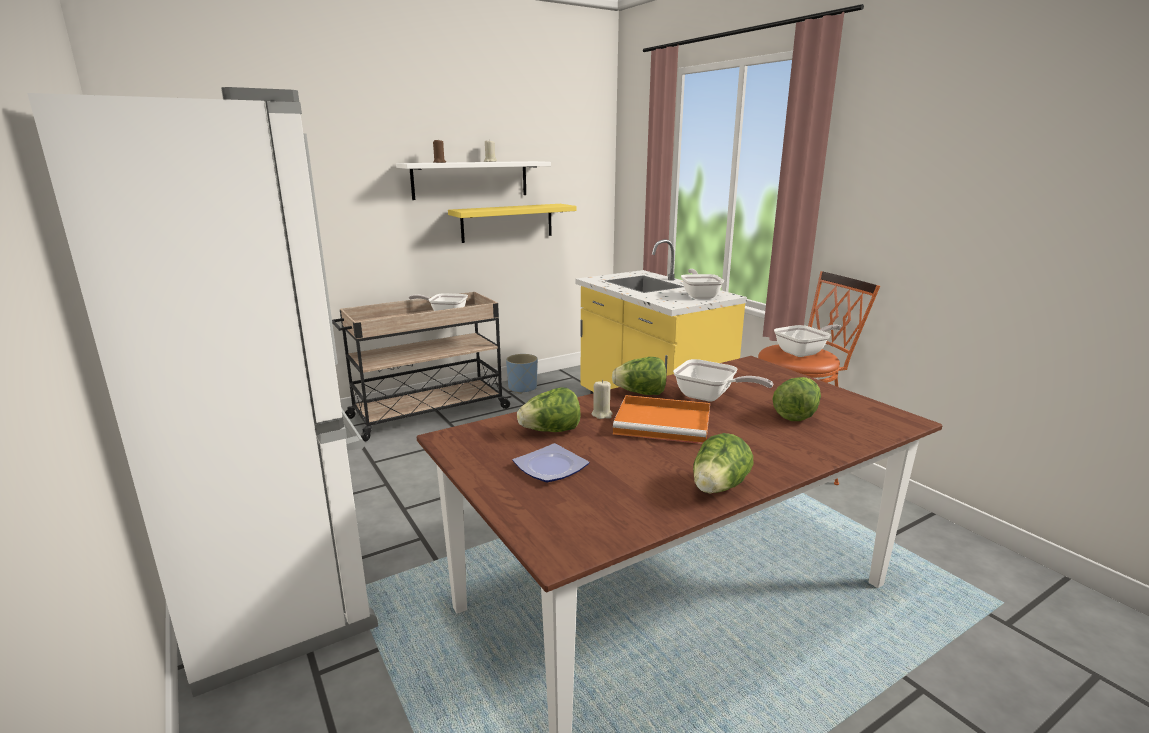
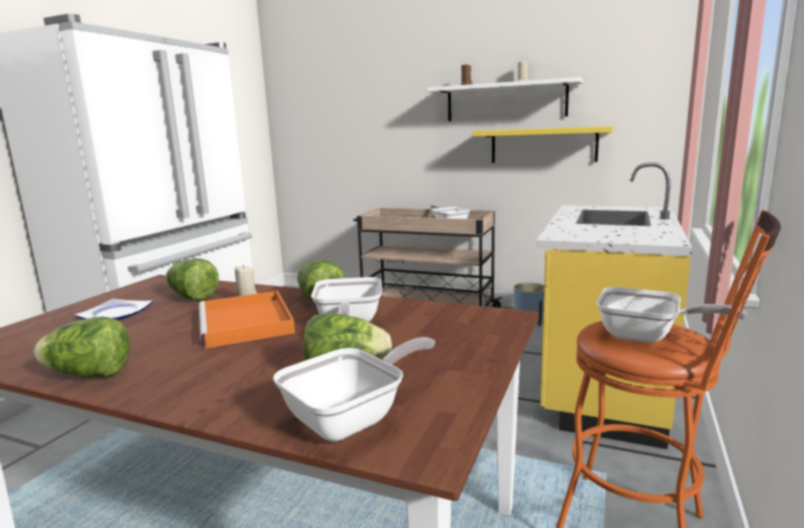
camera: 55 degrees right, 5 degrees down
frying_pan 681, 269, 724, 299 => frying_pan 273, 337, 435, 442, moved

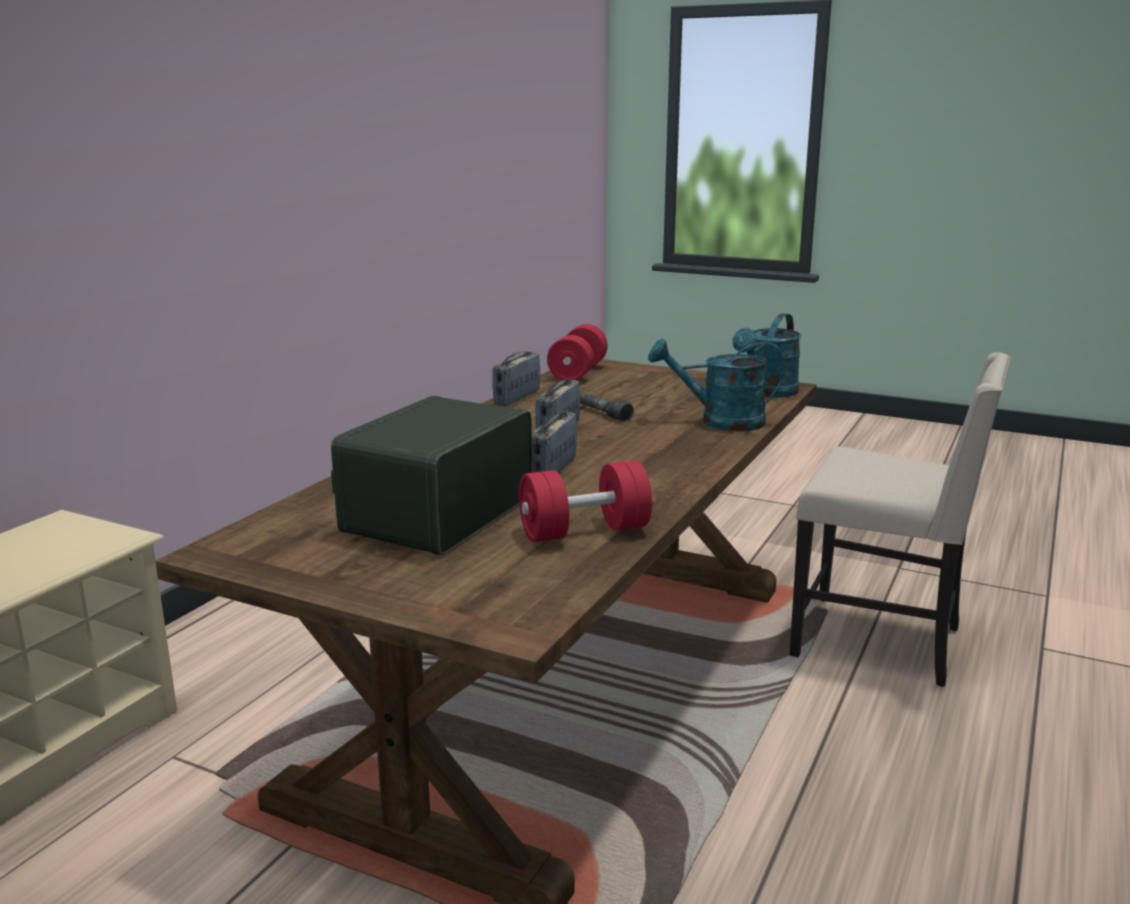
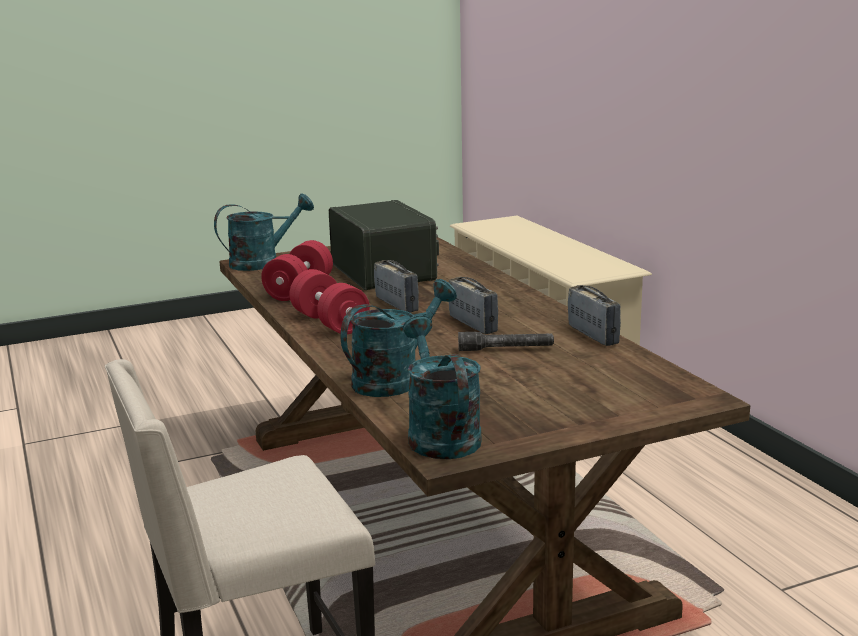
camera: 130 degrees right, 0 degrees up
red_dumbbell 547, 324, 608, 380 => red_dumbbell 290, 269, 370, 334, moved
nothing => turquoise_watering_can 214, 194, 314, 271

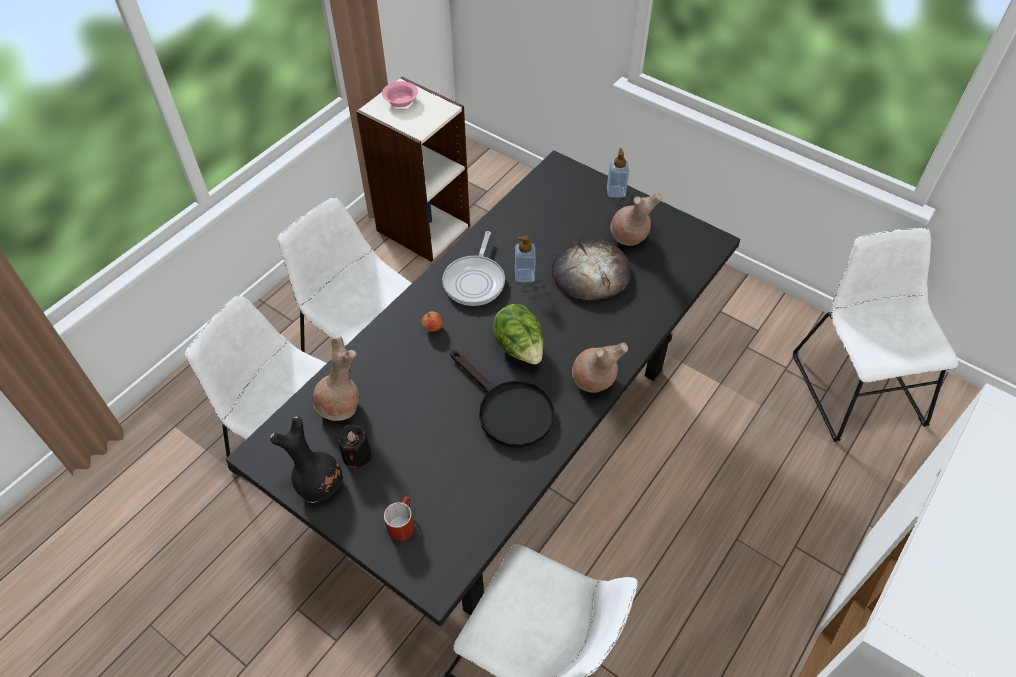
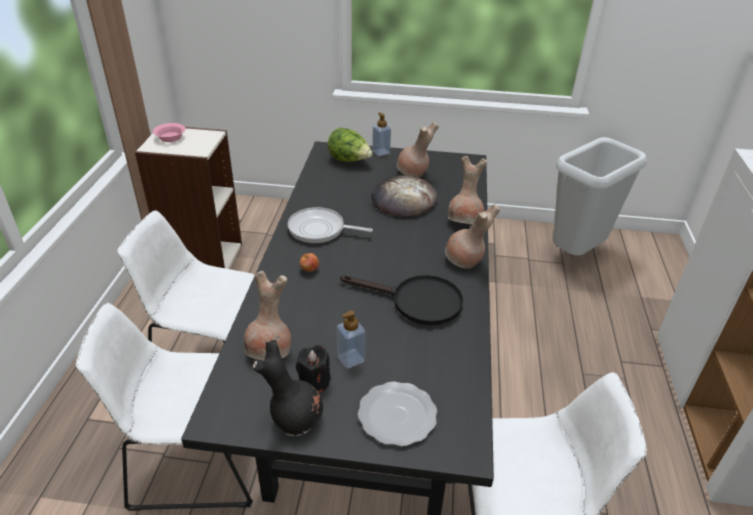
camera: 30 degrees left, 15 degrees down
white_chair 793, 228, 958, 442 => grey_trash_can 553, 137, 647, 255
frying_pan 442, 231, 505, 306 => frying_pan 288, 207, 373, 243, 120 degrees clockwise
soap_dispenser 515, 236, 536, 282 => soap_dispenser 337, 311, 366, 368, moved
lettuce 493, 304, 544, 364 => lettuce 327, 128, 373, 162, moved
red_mug 384, 496, 414, 541 => plate 358, 381, 437, 446
nothing => brown_vase 448, 156, 487, 224

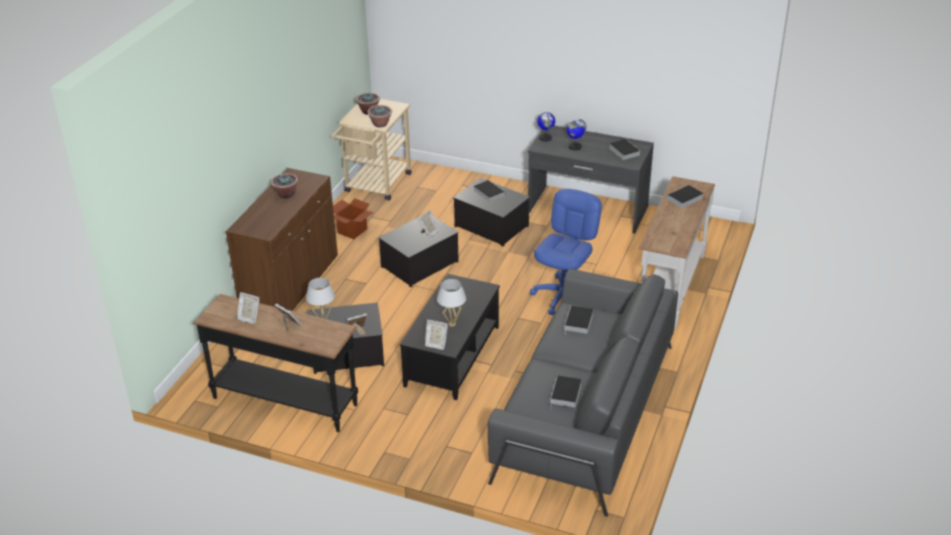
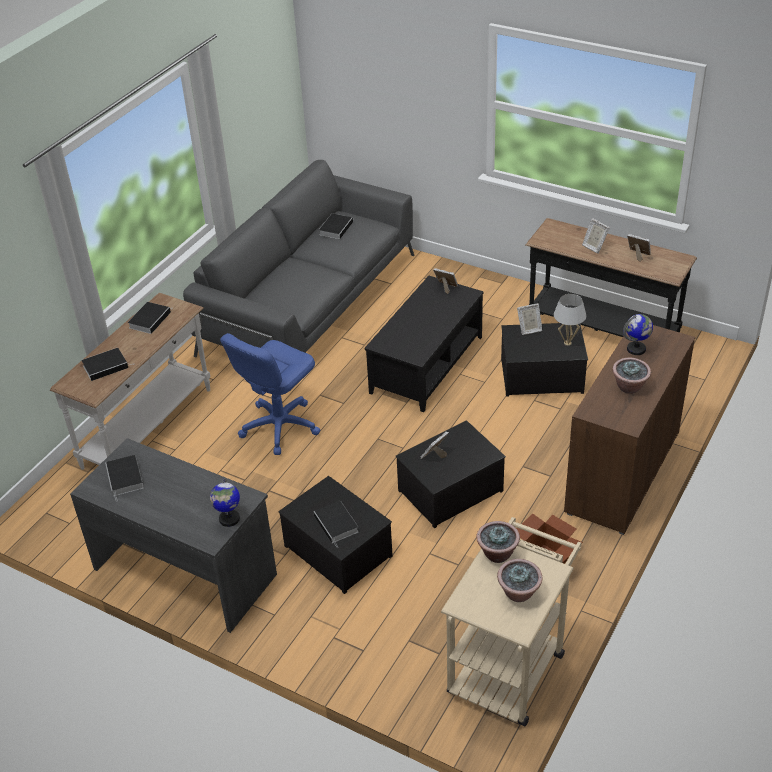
camera: 170 degrees left, 5 degrees up
globe 567, 119, 586, 150 => globe 623, 314, 653, 355, moved
white_table_lamp 437, 279, 466, 327 => nothing
book 564, 306, 594, 334 => book 128, 302, 171, 334, moved

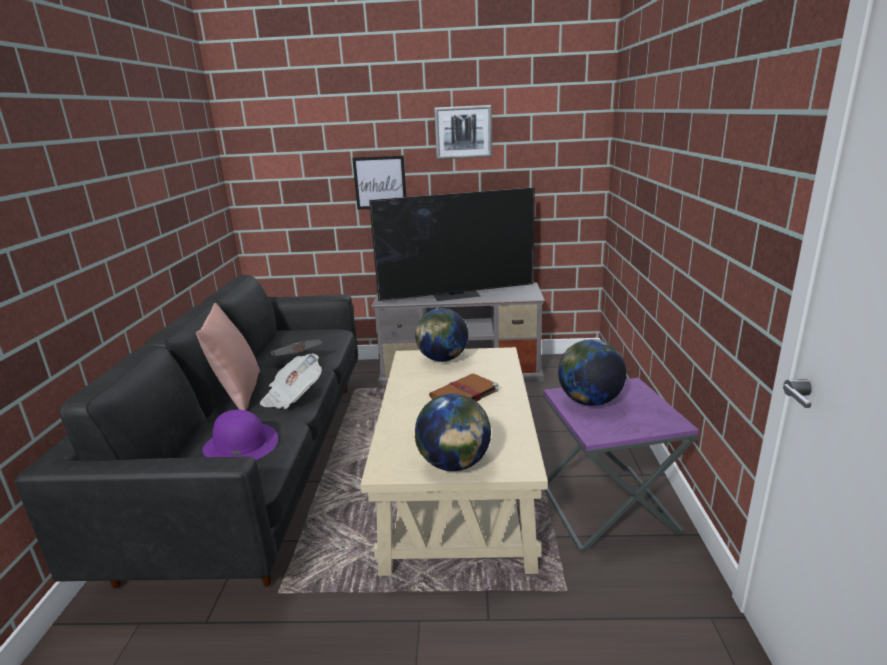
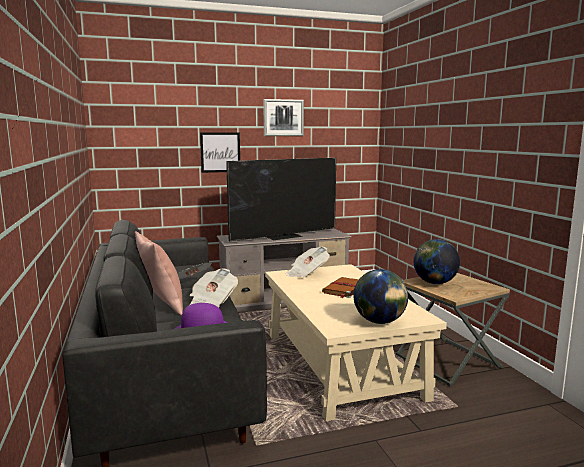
camera: 20 degrees left, 10 degrees down
globe 415, 308, 468, 362 => newspaper 286, 247, 330, 277
purple_side_table 543, 378, 699, 552 => brown_side_table 396, 273, 510, 386

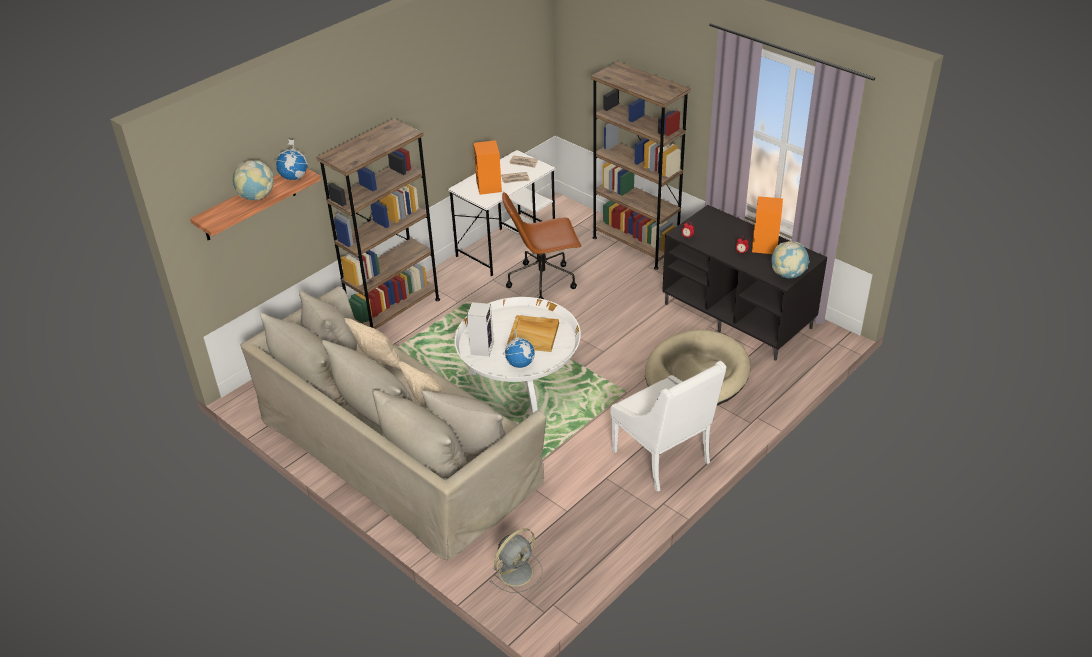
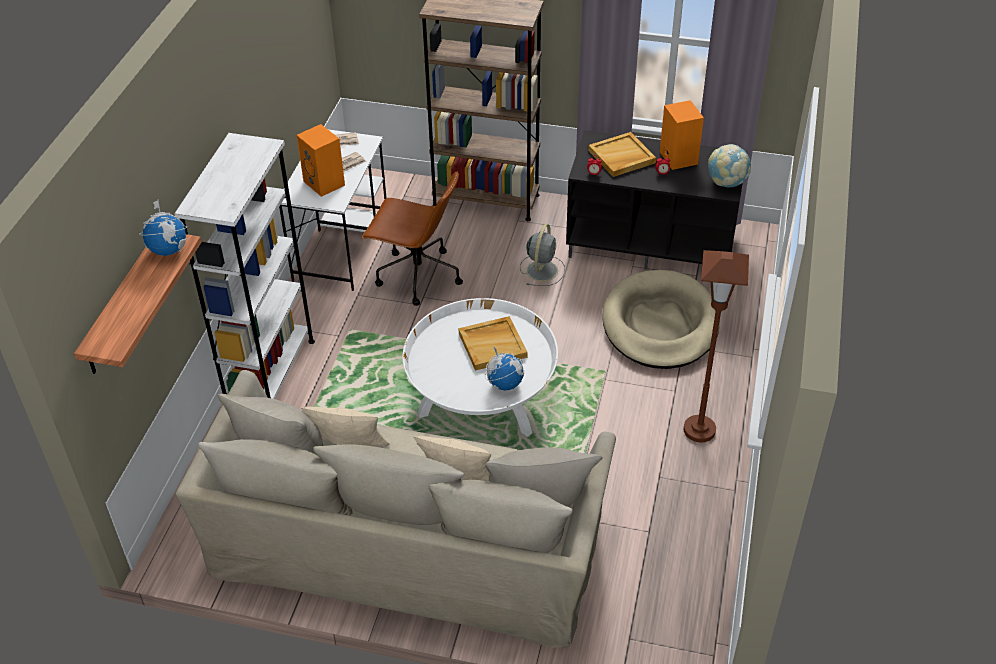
camera: 30 degrees left, 5 degrees up
brown_bookcase 316, 118, 440, 329 => white_bookcase 174, 133, 315, 399
globe 233, 160, 274, 200 => nothing
brown_office_chair 502, 192, 582, 299 => brown_office_chair 362, 171, 463, 306, 120 degrees counterclockwise
speaker 467, 302, 494, 357 => nothing
white_armchair 610, 361, 726, 492 => brown_floor_lamp 684, 250, 749, 442
grey_fan 490, 528, 543, 593 => grey_fan 520, 224, 565, 286, moved
nothing => beige_tray 588, 132, 656, 177

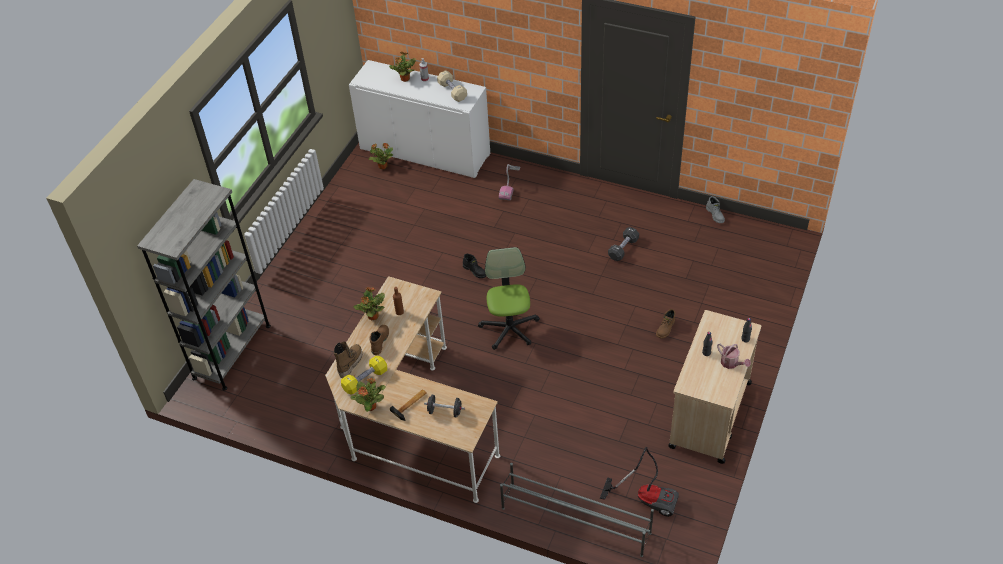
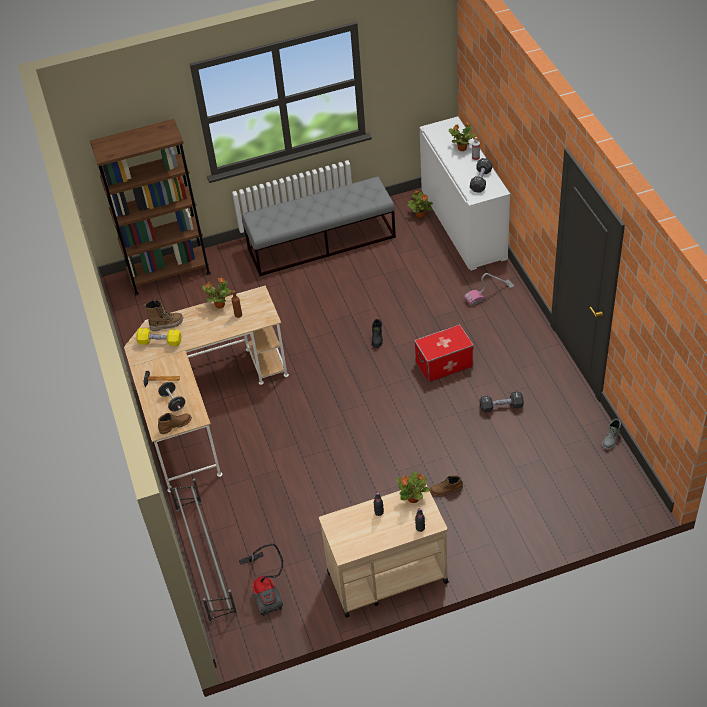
camera: 50 degrees right, 0 degrees up
beige_dumbbell 437, 70, 467, 102 => black_dumbbell 470, 158, 492, 193
grey_bookcase 137, 179, 271, 391 => brown_bookcase 90, 119, 211, 296
office_chair 478, 247, 540, 350 => nothing
brown_boot 369, 325, 389, 355 => brown_boot 158, 413, 192, 434, moved
watering_can 717, 344, 751, 369 => nothing
potted_plant 351, 378, 386, 412 => potted_plant 396, 471, 430, 503, moved
nothing => grey_bench 242, 177, 396, 276
nothing => storage_box 414, 324, 474, 382

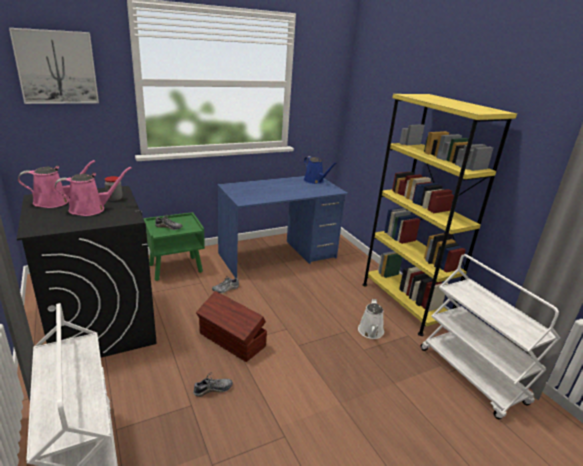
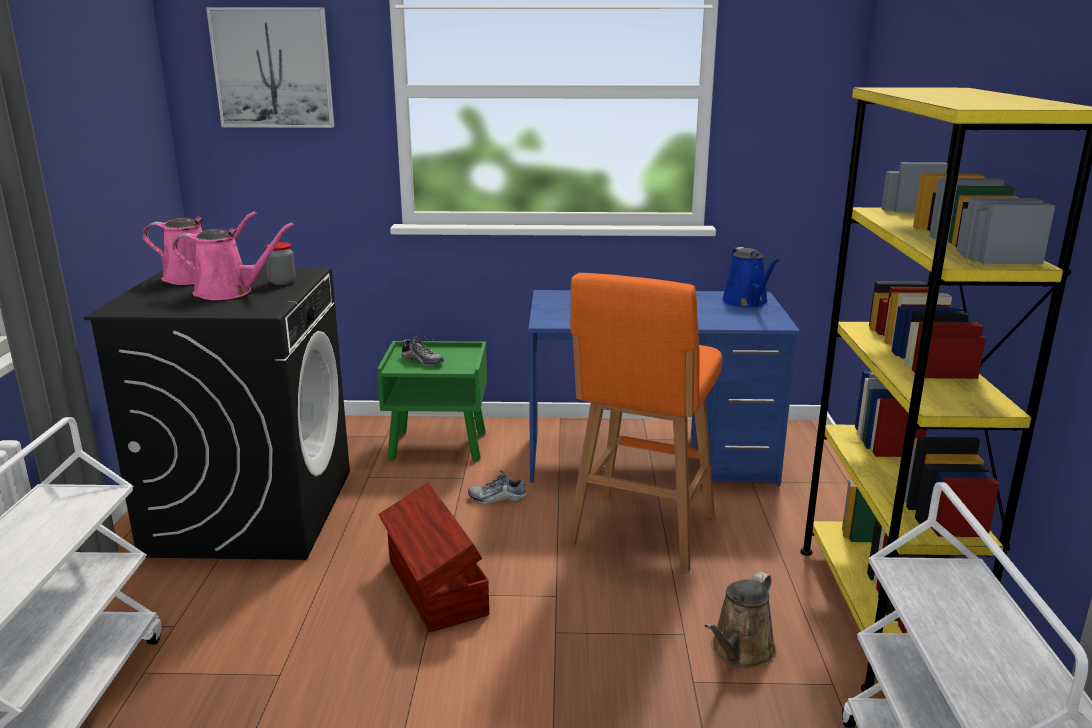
camera: 30 degrees right, 5 degrees down
white_watering_can 358, 299, 384, 339 => brown_watering_can 705, 572, 776, 668
shoe 193, 373, 233, 397 => nothing
nothing => orange_stool 567, 273, 722, 573

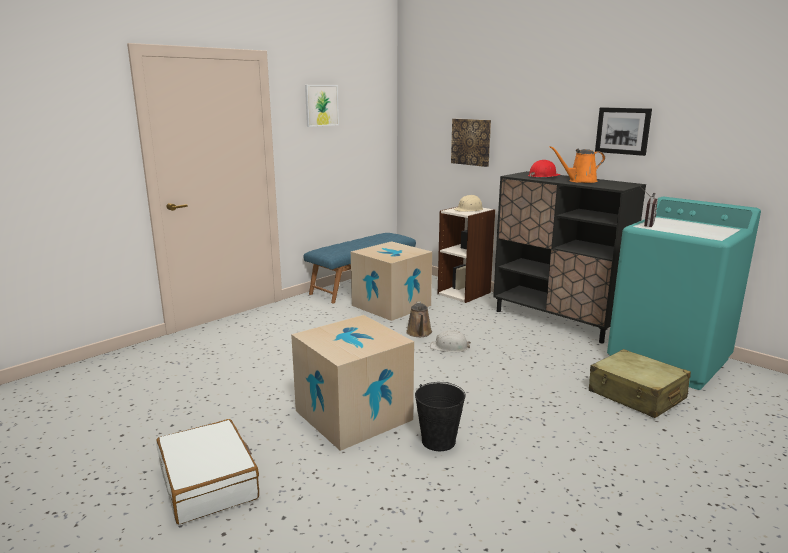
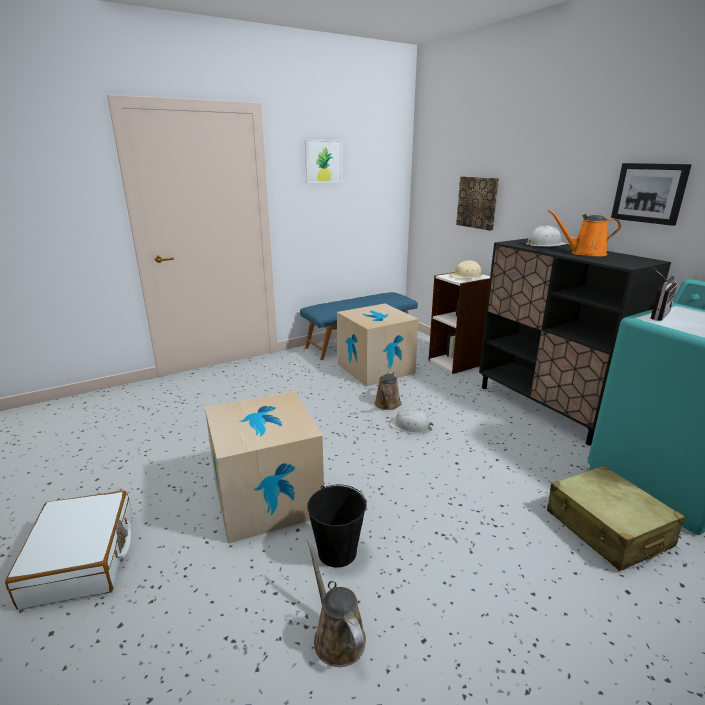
camera: 15 degrees right, 5 degrees up
red_hard_hat 528, 160, 561, 178 => white_hard_hat 526, 226, 567, 247
nothing => brown_watering_can 307, 539, 366, 667

